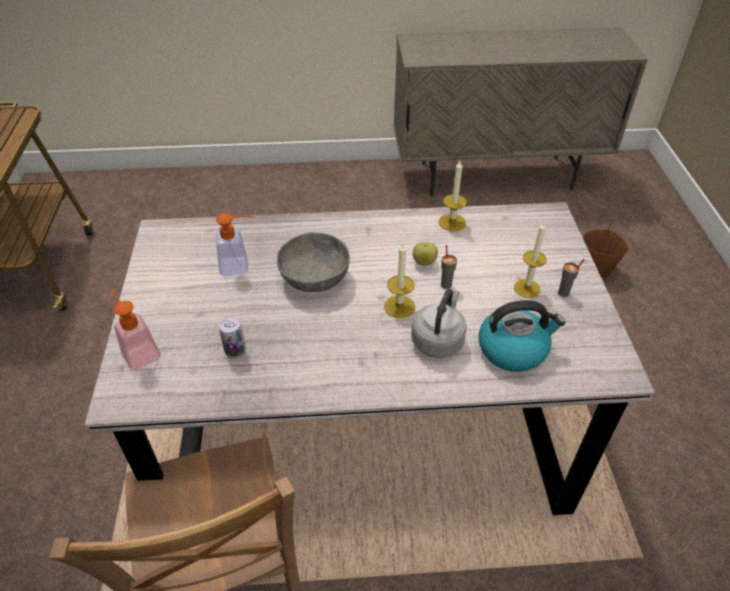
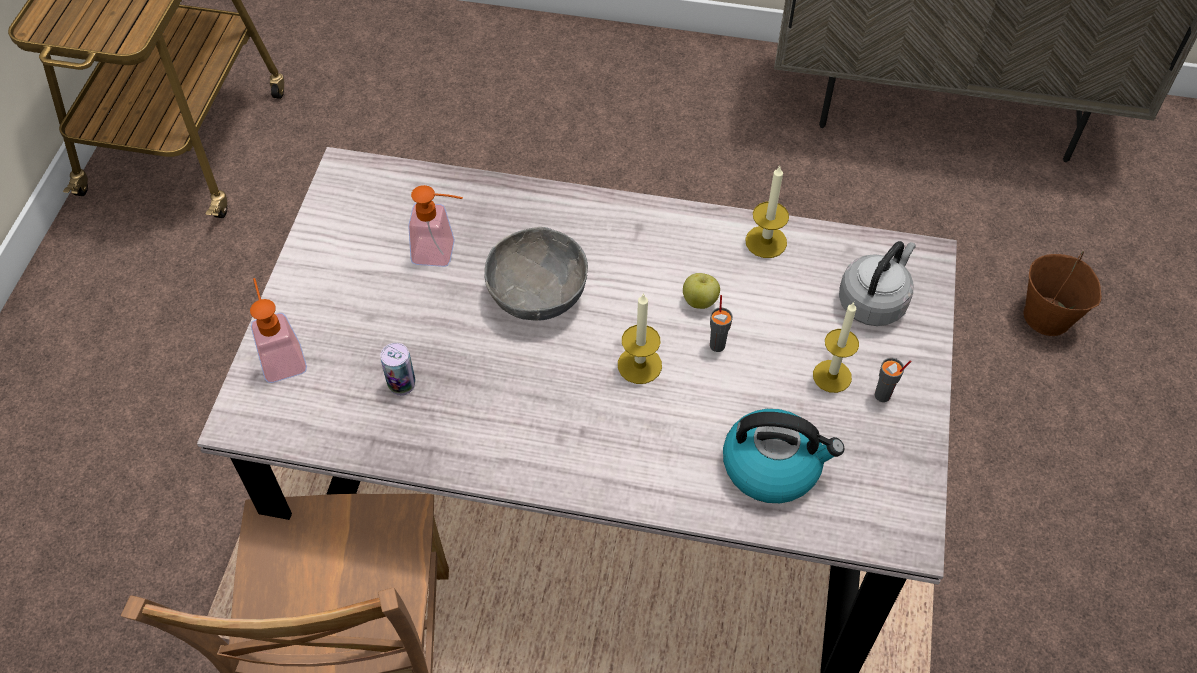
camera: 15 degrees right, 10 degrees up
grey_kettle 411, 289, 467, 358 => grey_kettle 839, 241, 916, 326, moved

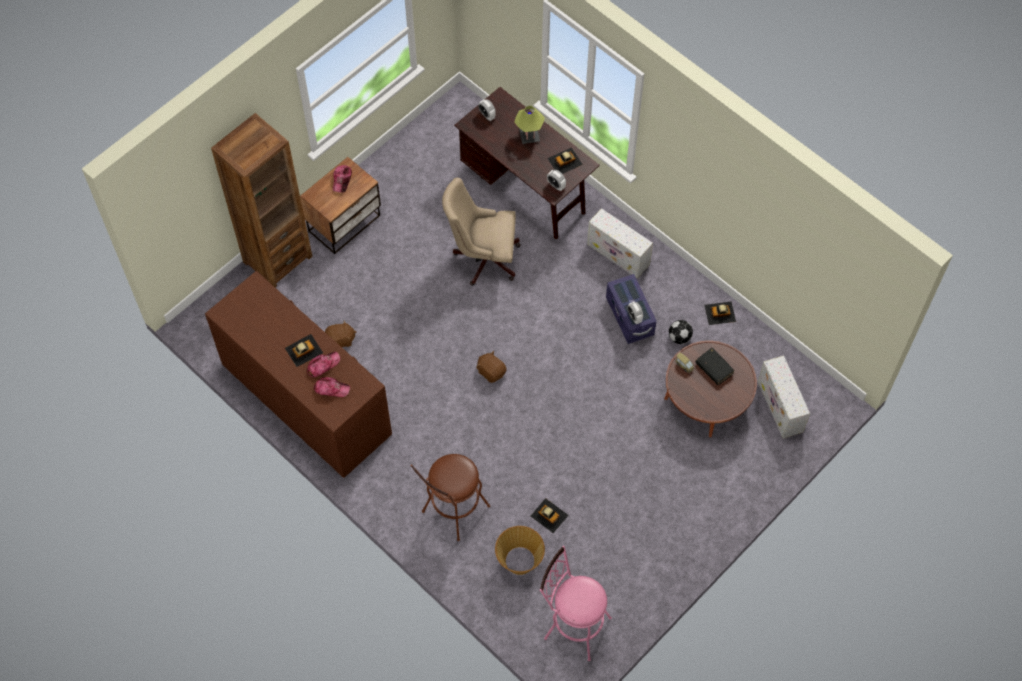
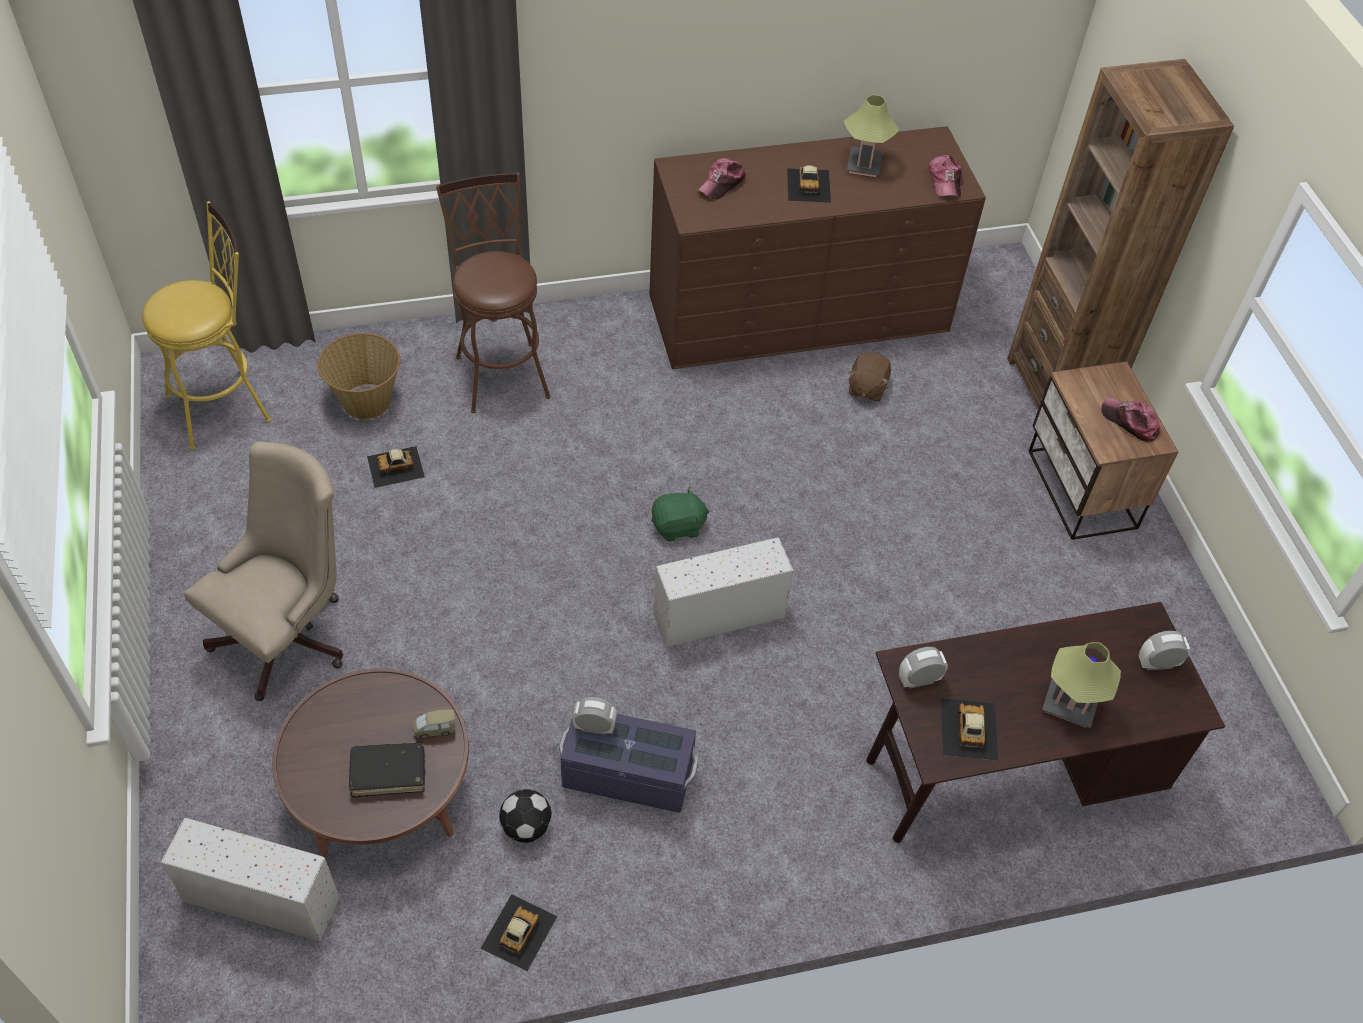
camera: 120 degrees right, 10 degrees down
beige_office_chair 442, 178, 521, 286 => beige_office_chair 184, 441, 343, 701, moved
white_storage_box 587, 208, 653, 278 => white_storage_box 654, 538, 793, 647, moved
brown_plush_toy 476, 351, 507, 383 => green_plush_toy 651, 487, 710, 541
cap 307, 352, 340, 378 => cap 929, 155, 962, 196, moved
pink_stool 540, 546, 612, 661 => yellow_stool 142, 201, 271, 450
nothing => table_lamp 844, 95, 899, 177

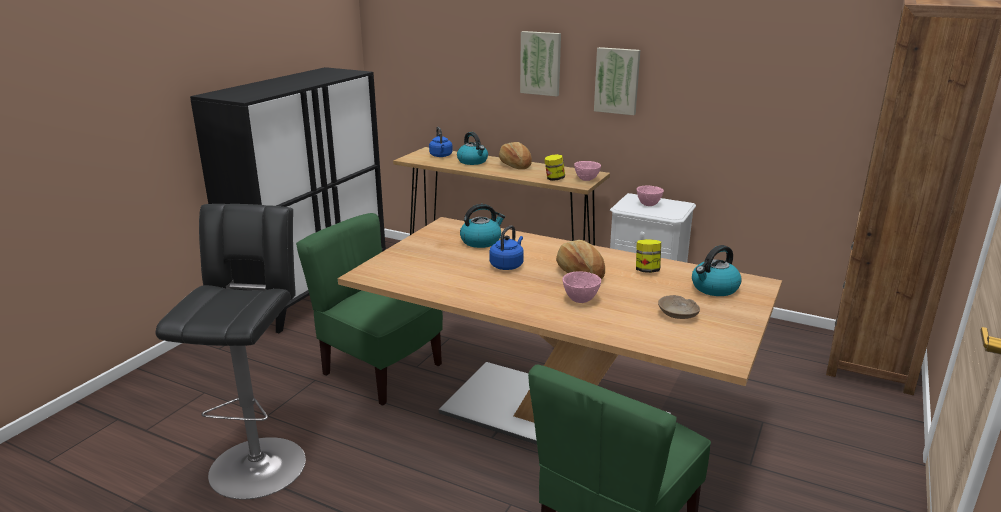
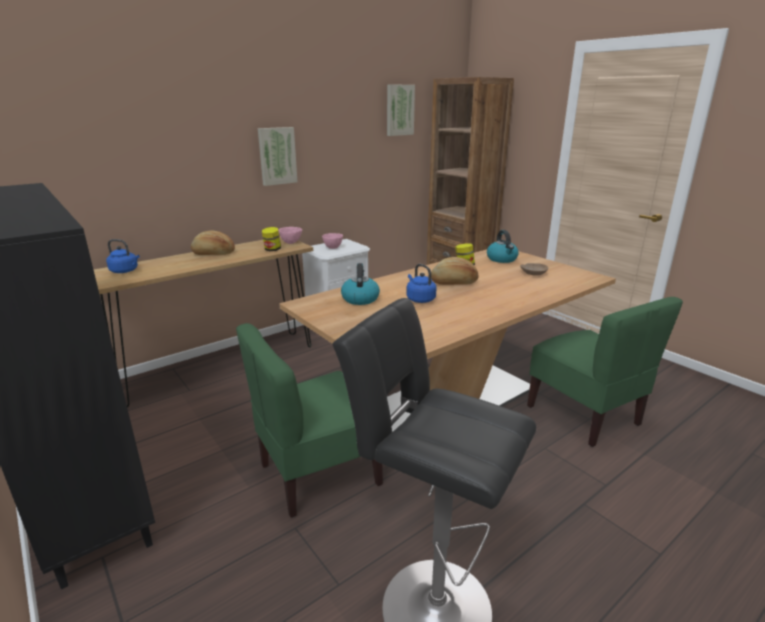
camera: 65 degrees left, 0 degrees up
picture 520, 31, 561, 96 => picture 387, 84, 415, 136, moved
kettle 457, 132, 488, 165 => nothing
pink_bowl 563, 271, 601, 303 => nothing

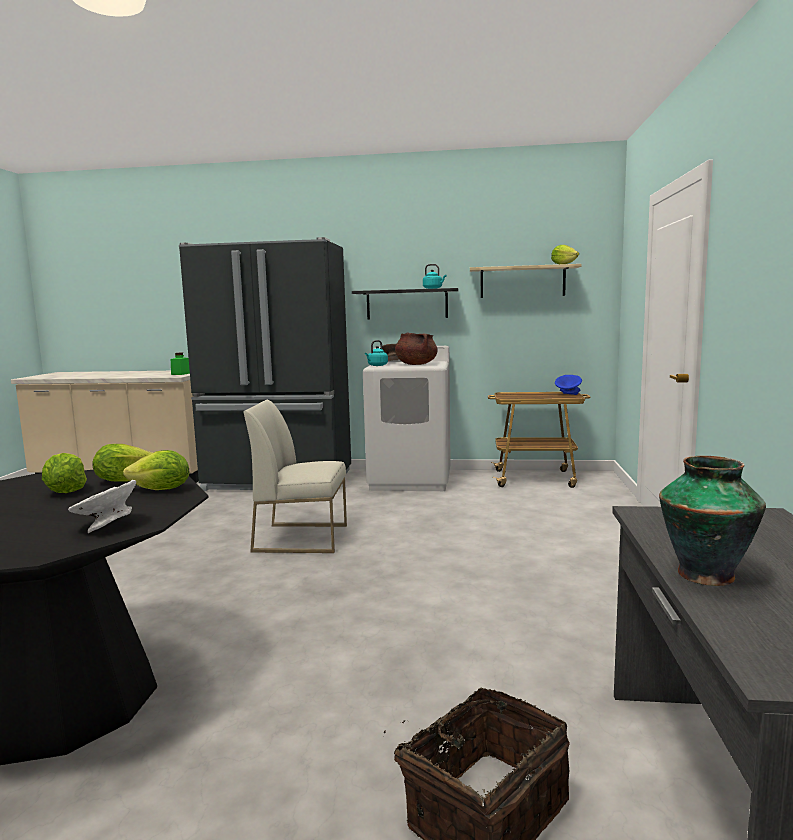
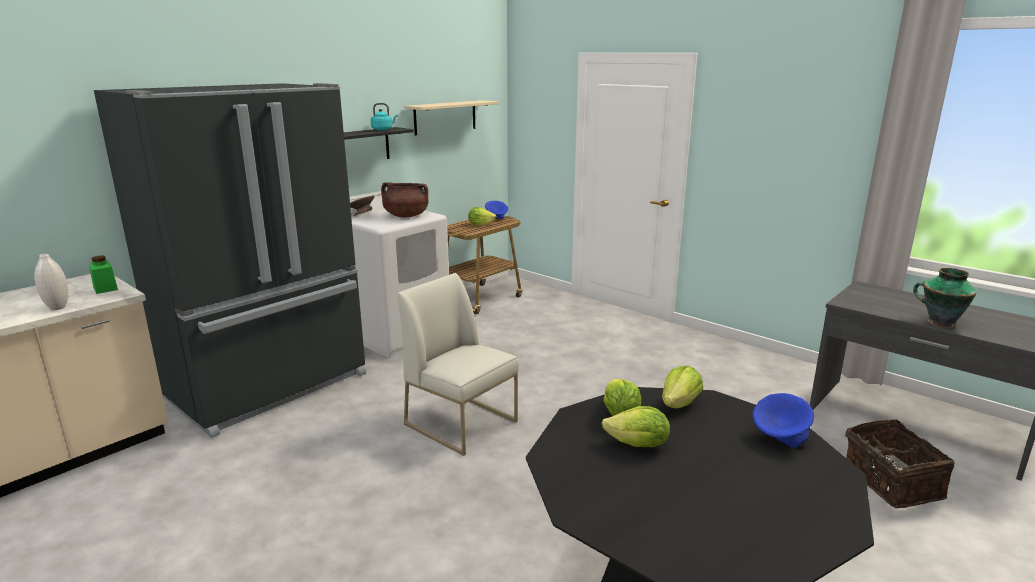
camera: 55 degrees left, 10 degrees up
lettuce 551, 245, 579, 264 => lettuce 468, 207, 496, 226, moved
turquoise_kettle 365, 340, 388, 366 => nothing
white_chair 243, 400, 347, 553 => white_chair 397, 273, 519, 456, 90 degrees clockwise
white_bowl 68, 480, 136, 533 => blue_bowl 753, 393, 814, 448
nothing => white_vase 34, 254, 68, 310

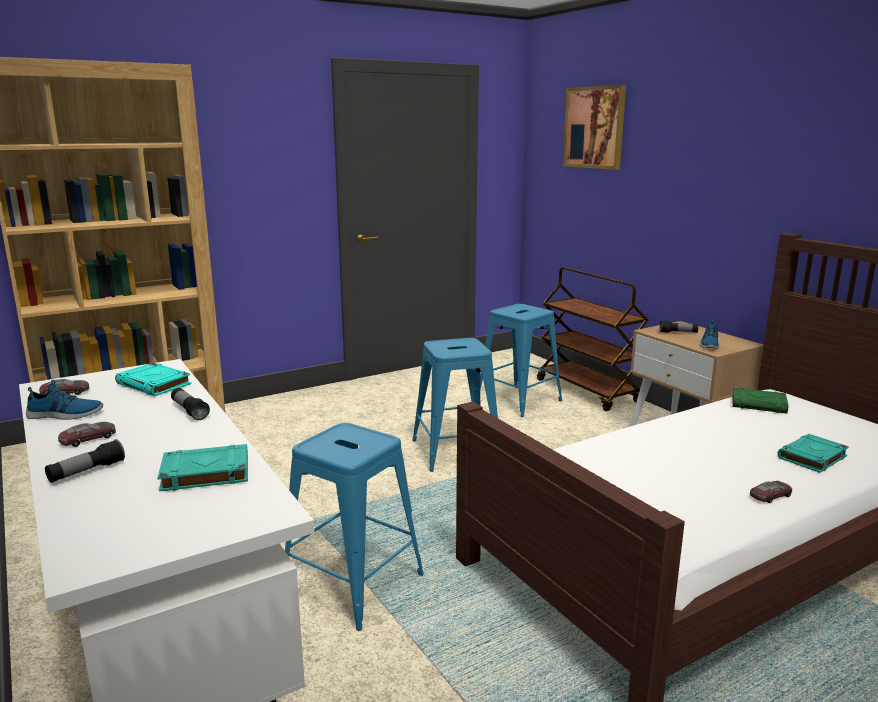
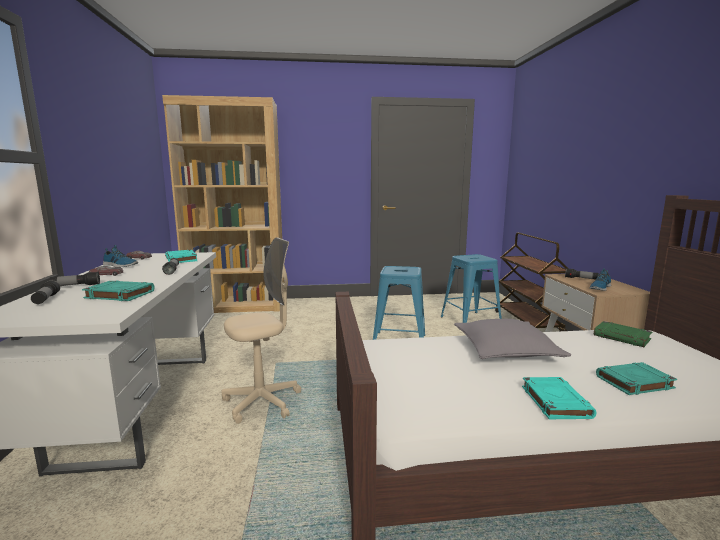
camera: 25 degrees right, 5 degrees down
picture 563, 85, 626, 170 => nothing
blue_stool 285, 423, 424, 631 => beige_office_chair 222, 237, 301, 424
toy_car 750, 481, 792, 503 => turquoise_book 522, 377, 597, 419
nothing => flashlight 31, 280, 60, 304
nothing => grey_pillow 454, 319, 571, 359

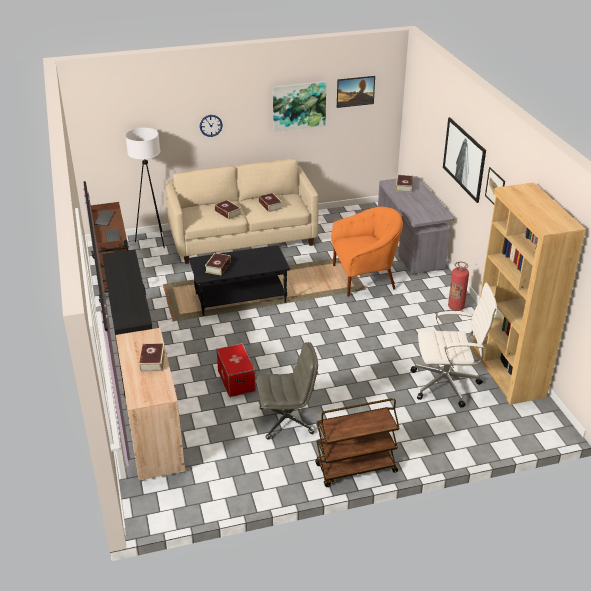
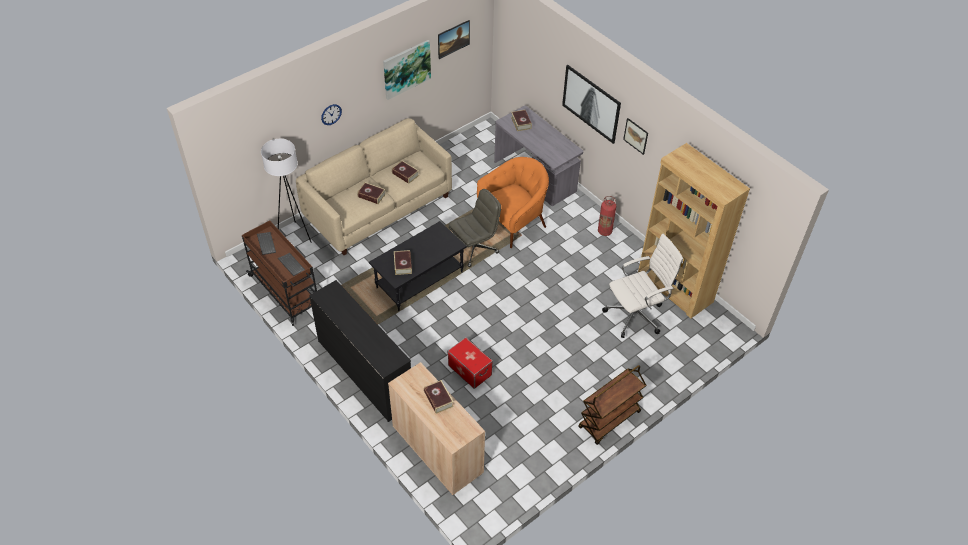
camera: 25 degrees left, 15 degrees up
grey_office_chair 256, 342, 318, 440 => grey_office_chair 448, 189, 501, 267, moved

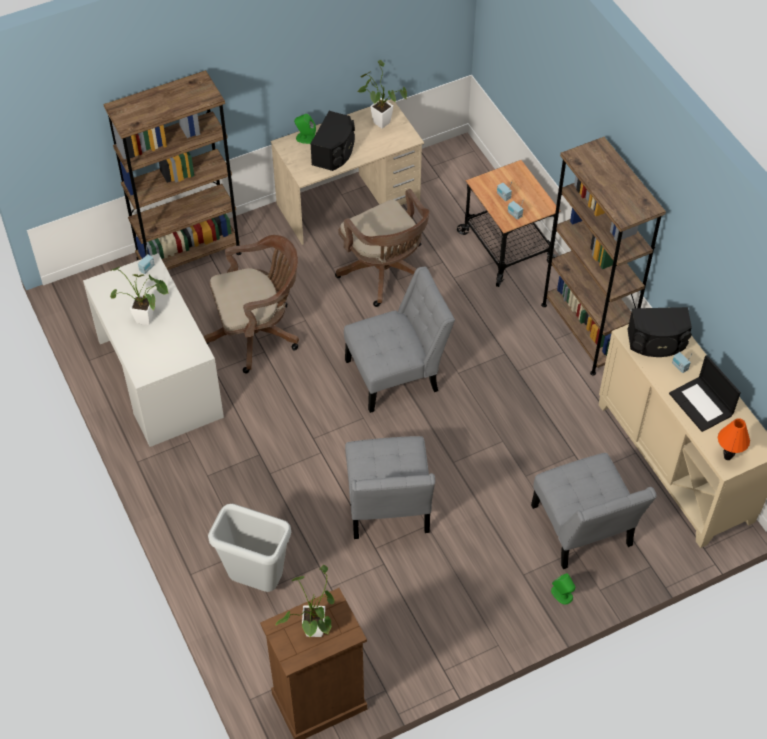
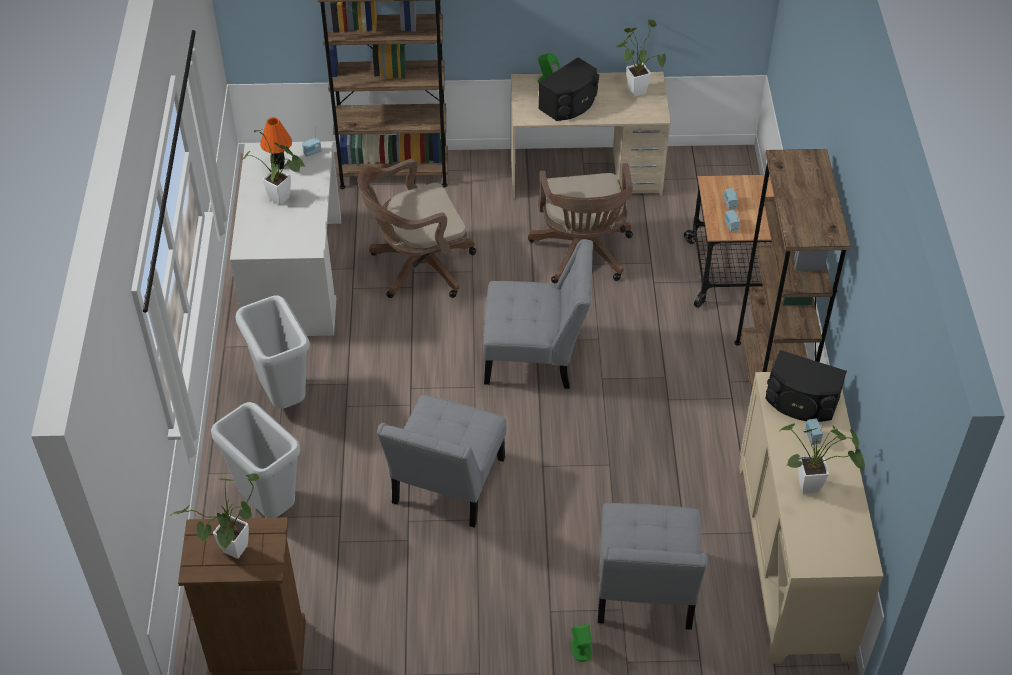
camera: 25 degrees right, 5 degrees down
brown_office_chair 204, 235, 299, 373 => brown_office_chair 358, 159, 476, 298, 150 degrees clockwise
laptop 669, 355, 741, 432 => potted_plant 780, 423, 865, 494
orange_table_lamp 718, 418, 750, 460 => orange_table_lamp 260, 117, 292, 169, moved
nothing => grey_trash_can 236, 295, 310, 409

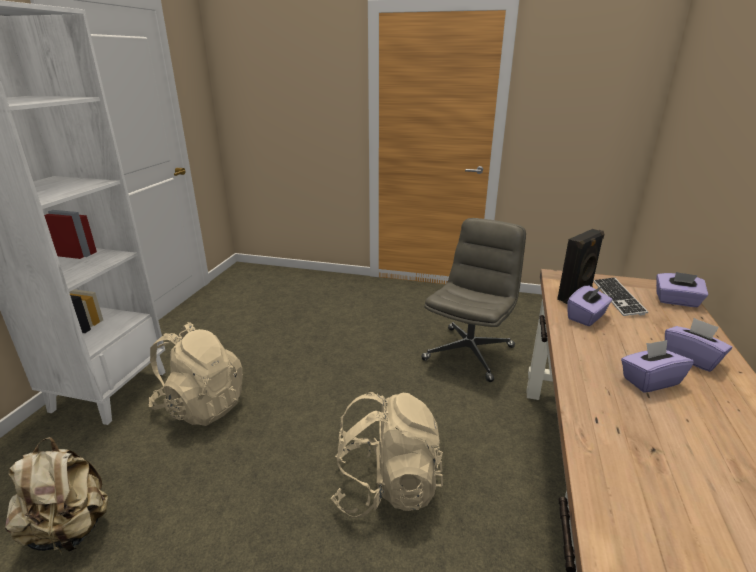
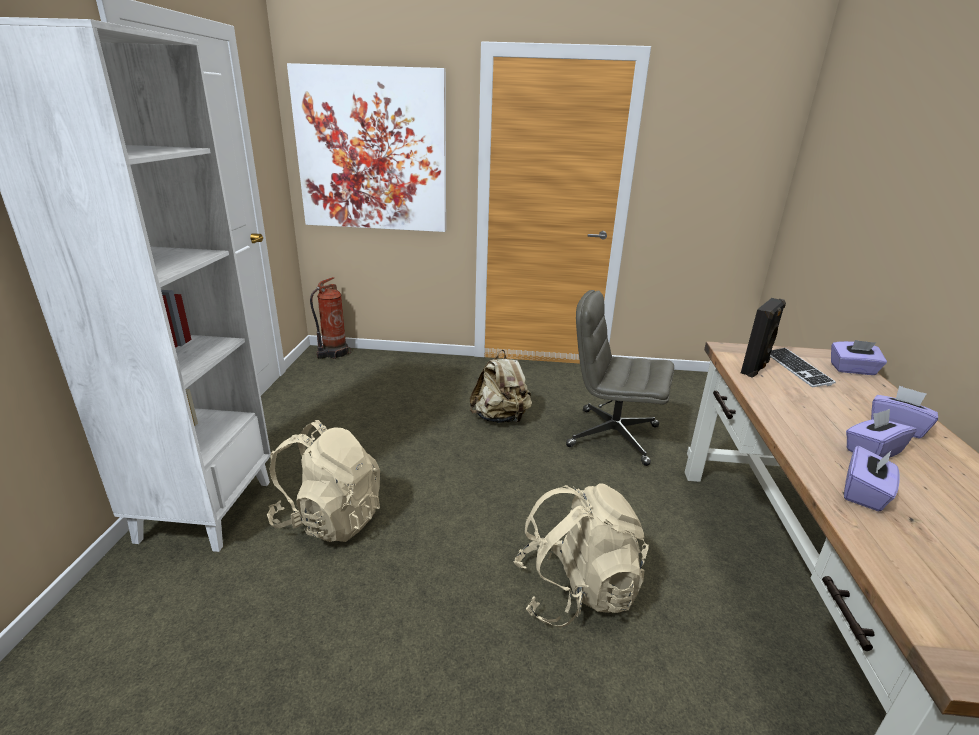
camera: 10 degrees left, 0 degrees up
grey_office_chair 421, 218, 526, 382 => grey_office_chair 566, 290, 674, 466, 90 degrees counterclockwise
purple_tissue_box 567, 285, 612, 326 => purple_tissue_box 844, 446, 900, 511, moved
beige_backpack 5, 437, 108, 554 => beige_backpack 470, 350, 532, 423, moved
nothing => picture 287, 63, 446, 232
nothing => fire_extinguisher 310, 277, 351, 359

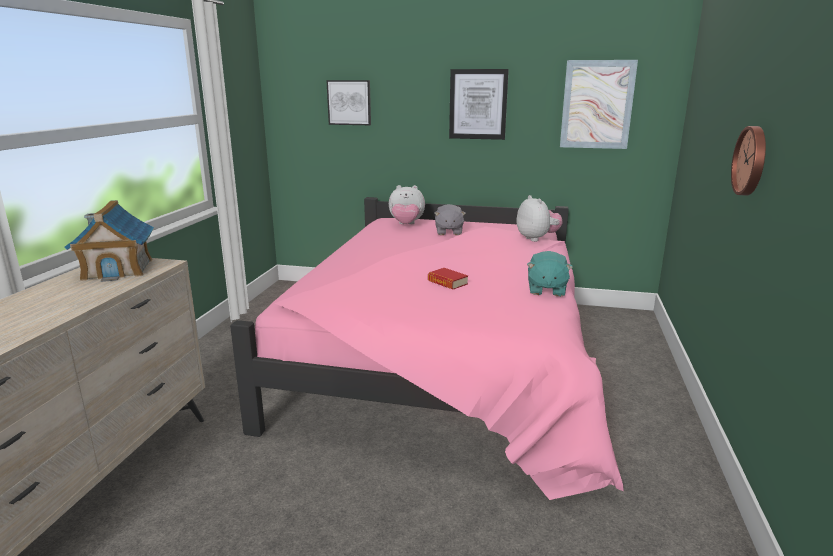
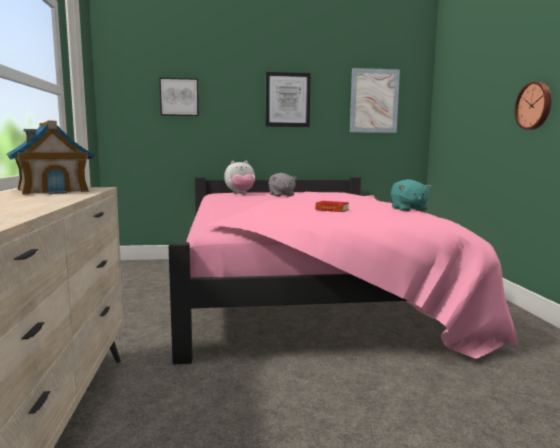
camera: 20 degrees left, 10 degrees down
plush_toy 516, 195, 562, 242 => nothing

